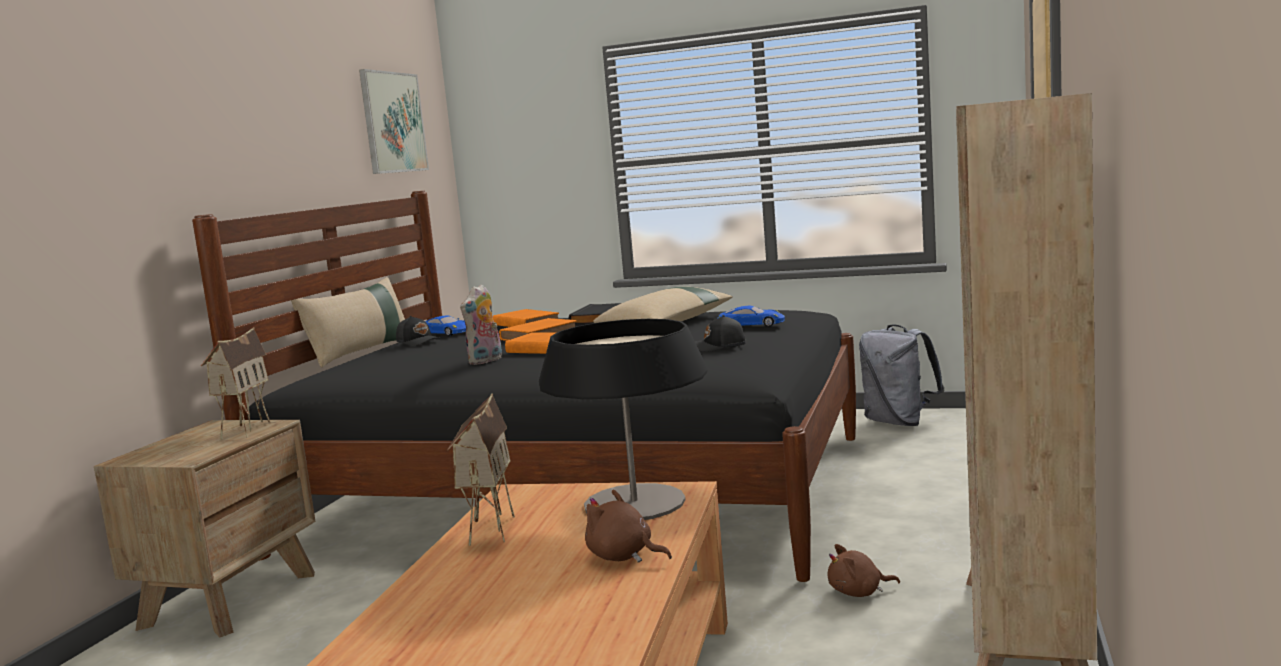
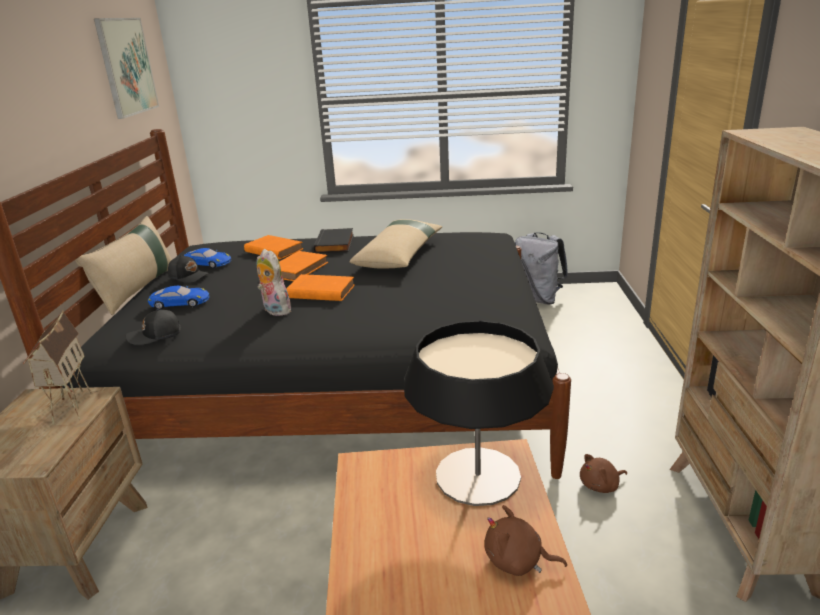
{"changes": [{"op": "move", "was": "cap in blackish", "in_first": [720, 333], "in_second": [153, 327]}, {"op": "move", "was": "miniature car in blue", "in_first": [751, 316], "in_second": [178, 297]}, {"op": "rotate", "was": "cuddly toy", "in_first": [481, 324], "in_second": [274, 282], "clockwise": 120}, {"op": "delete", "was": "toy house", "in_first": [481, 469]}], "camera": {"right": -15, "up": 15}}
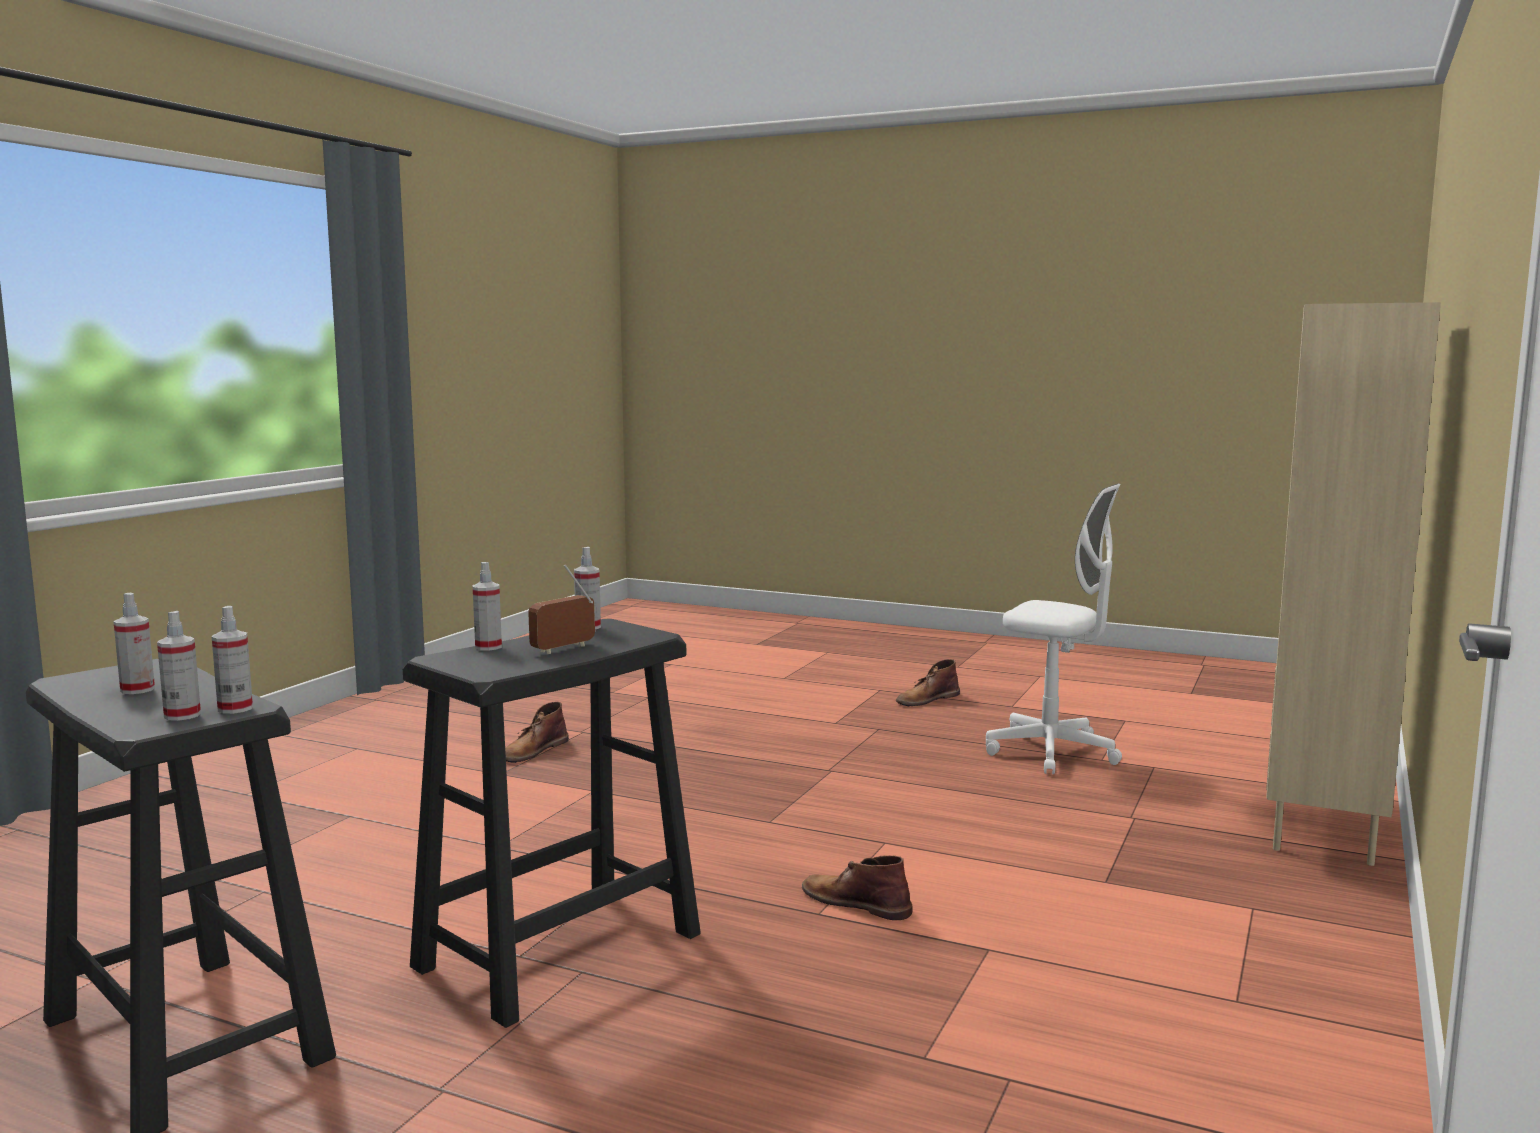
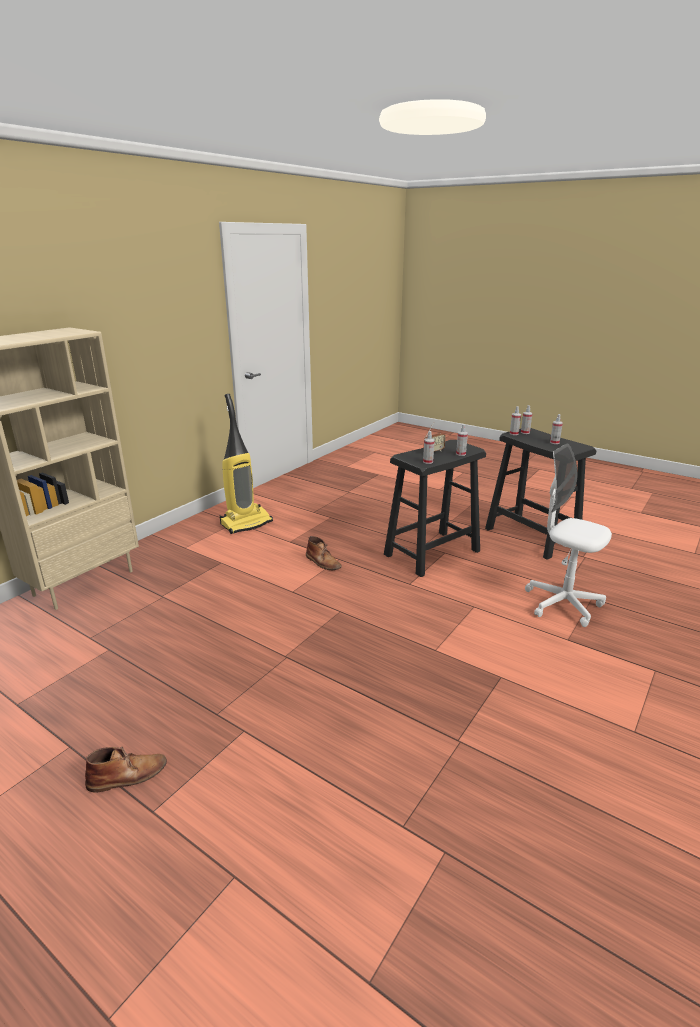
{"changes": [{"op": "insert", "now": "hoover", "in_second": [246, 464]}, {"op": "move", "was": "desk chair in whitish", "in_first": [1054, 629], "in_second": [568, 535]}, {"op": "delete", "was": "tall boot in brown-coloured", "in_first": [537, 732]}], "camera": {"right": -170, "up": 15}}
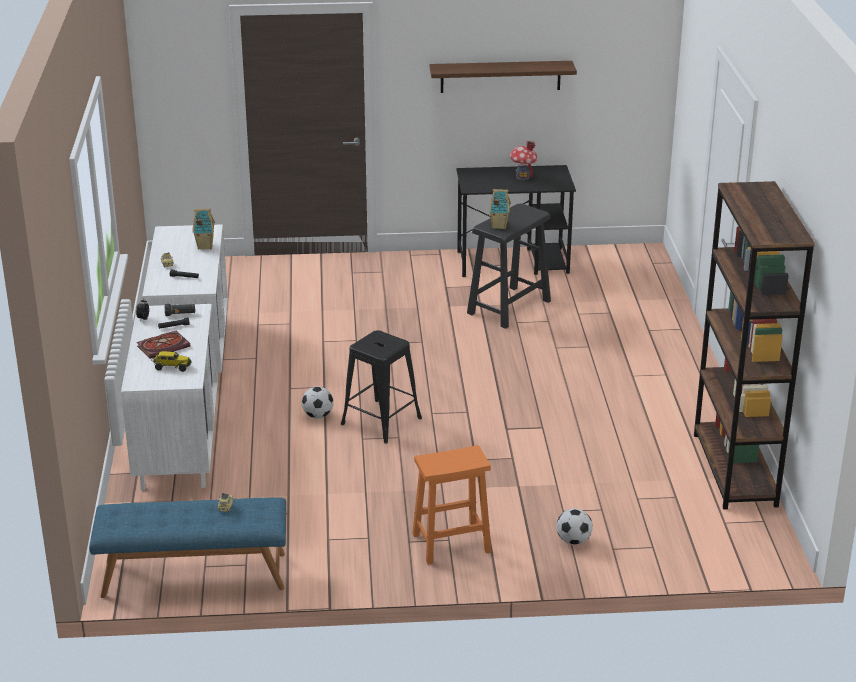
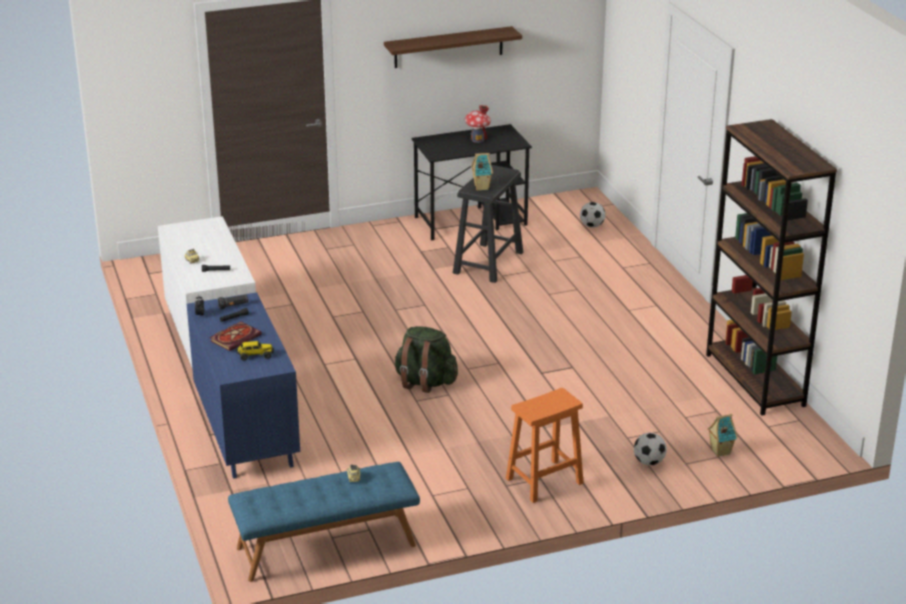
{"changes": [{"op": "recolor", "was": "dresser in whitish", "now": "dresser in blue", "in_first": [169, 397], "in_second": [243, 385]}, {"op": "replace", "was": "stool seat in blackish", "now": "rucksack in green", "in_first": [381, 387], "in_second": [426, 359]}, {"op": "move", "was": "football ball", "in_first": [318, 402], "in_second": [592, 215]}, {"op": "move", "was": "toy house", "in_first": [203, 229], "in_second": [722, 435]}], "camera": {"right": -15, "up": 0}}
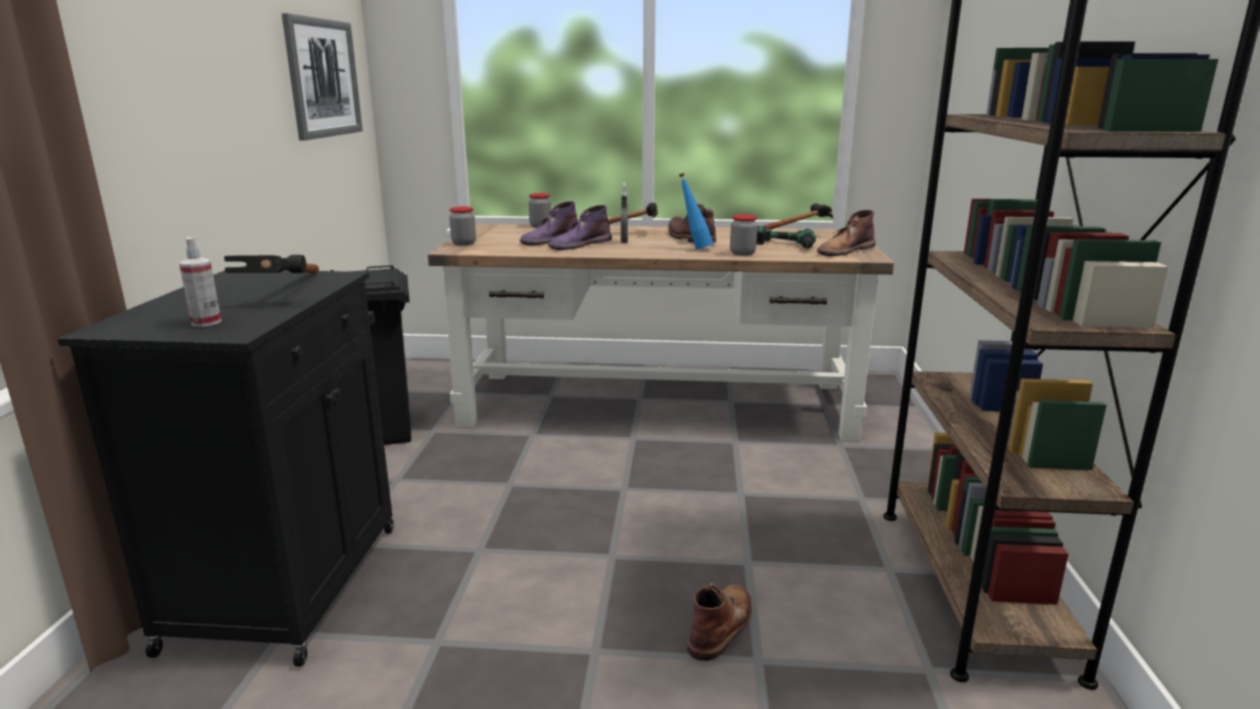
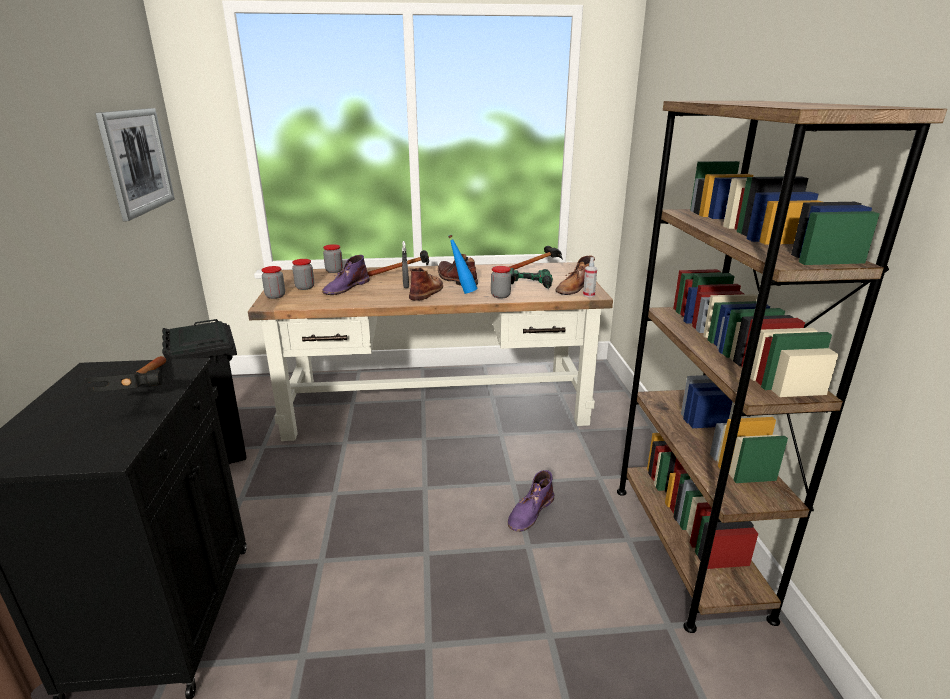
{"changes": [{"op": "insert", "now": "jar", "in_second": [303, 274]}, {"op": "move", "was": "tall boot in brown-coloured", "in_first": [719, 622], "in_second": [426, 284]}, {"op": "move", "was": "tall boot in purple-coloured", "in_first": [580, 227], "in_second": [531, 501]}, {"op": "move", "was": "spray bottle", "in_first": [200, 282], "in_second": [590, 277]}], "camera": {"right": -10, "up": 5}}
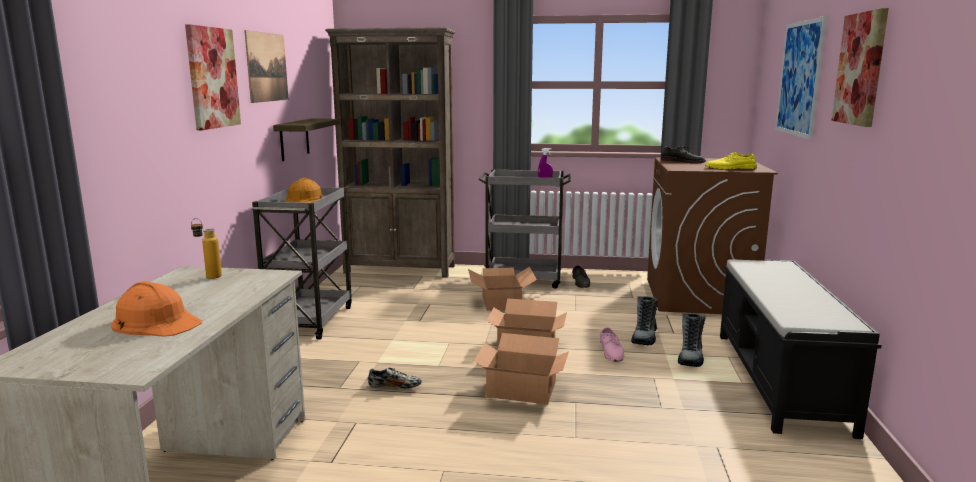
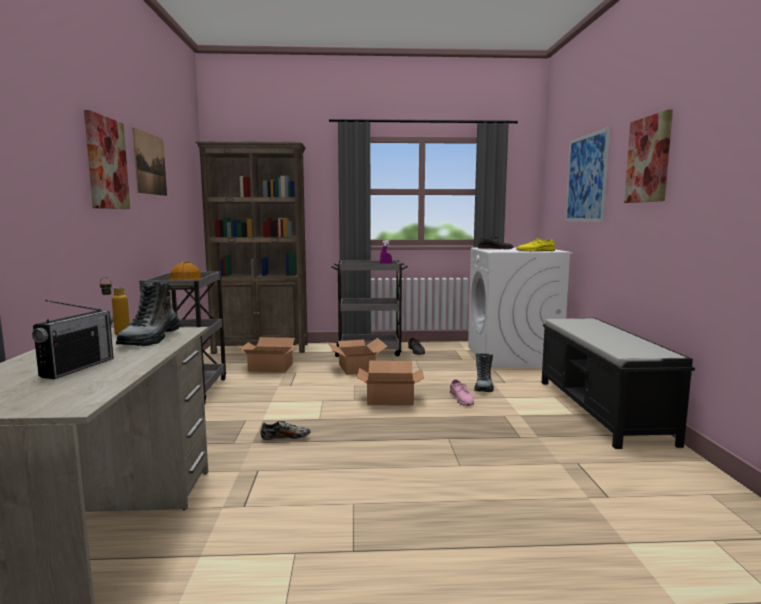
{"changes": [{"op": "replace", "was": "safety helmet in orange", "now": "radio receiver", "in_first": [156, 309], "in_second": [73, 339]}, {"op": "move", "was": "tall boot", "in_first": [691, 340], "in_second": [148, 313]}, {"op": "move", "was": "carton", "in_first": [521, 369], "in_second": [269, 354]}, {"op": "recolor", "was": "laundry appliance in brown-coloured", "now": "laundry appliance in whitish", "in_first": [712, 236], "in_second": [520, 307]}, {"op": "delete", "was": "wall shelf", "in_first": [306, 140]}], "camera": {"right": -10, "up": -5}}
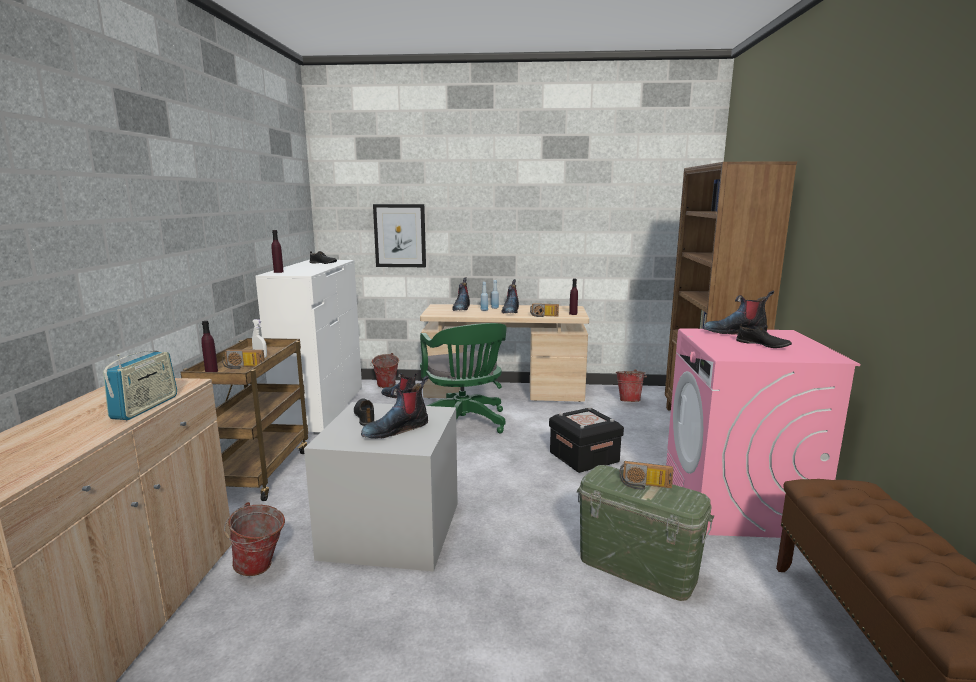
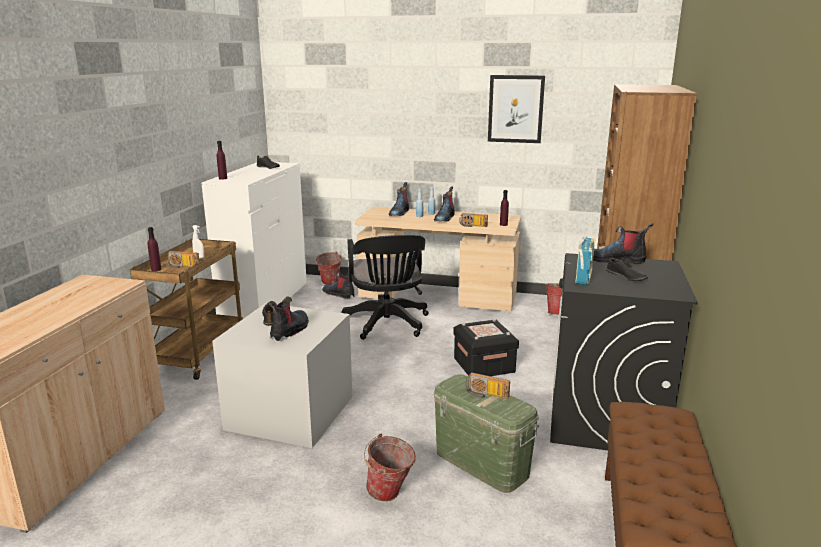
{"changes": [{"op": "rotate", "was": "tall boot", "in_first": [395, 407], "in_second": [289, 318], "clockwise": 135}, {"op": "recolor", "was": "desk chair in green", "now": "desk chair in blackish", "in_first": [463, 378], "in_second": [385, 287]}, {"op": "move", "was": "water bucket", "in_first": [254, 539], "in_second": [390, 467]}, {"op": "move", "was": "wall picture", "in_first": [399, 235], "in_second": [516, 109]}, {"op": "recolor", "was": "laundry appliance in pink", "now": "laundry appliance in blackish", "in_first": [763, 433], "in_second": [624, 351]}, {"op": "move", "was": "radio receiver", "in_first": [140, 385], "in_second": [585, 261]}], "camera": {"right": 10, "up": 5}}
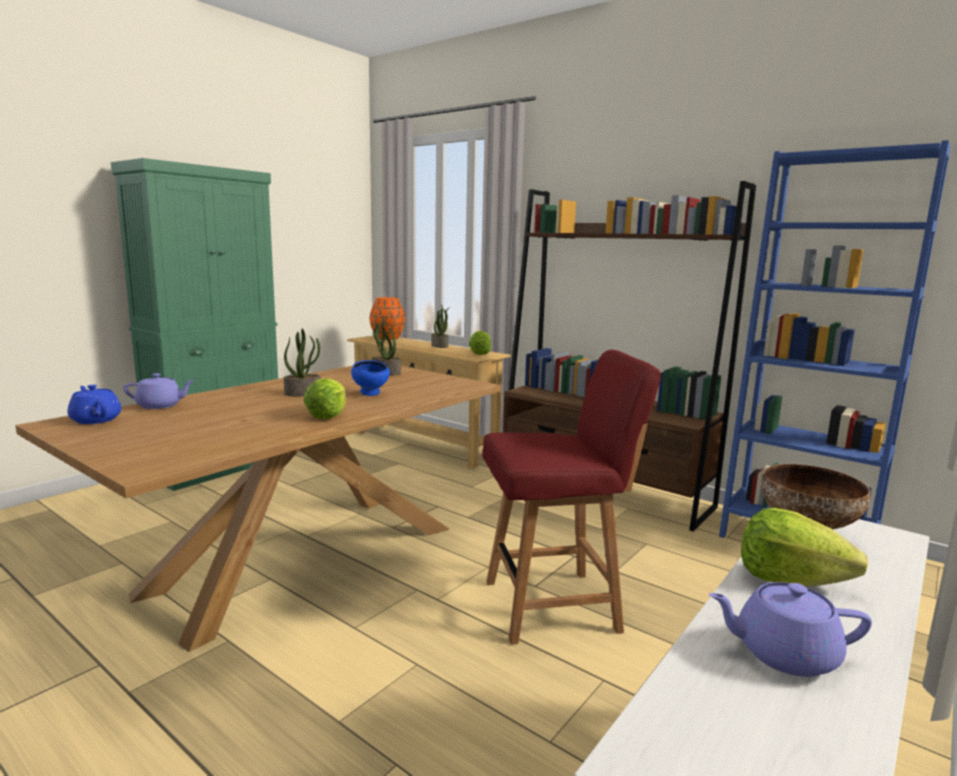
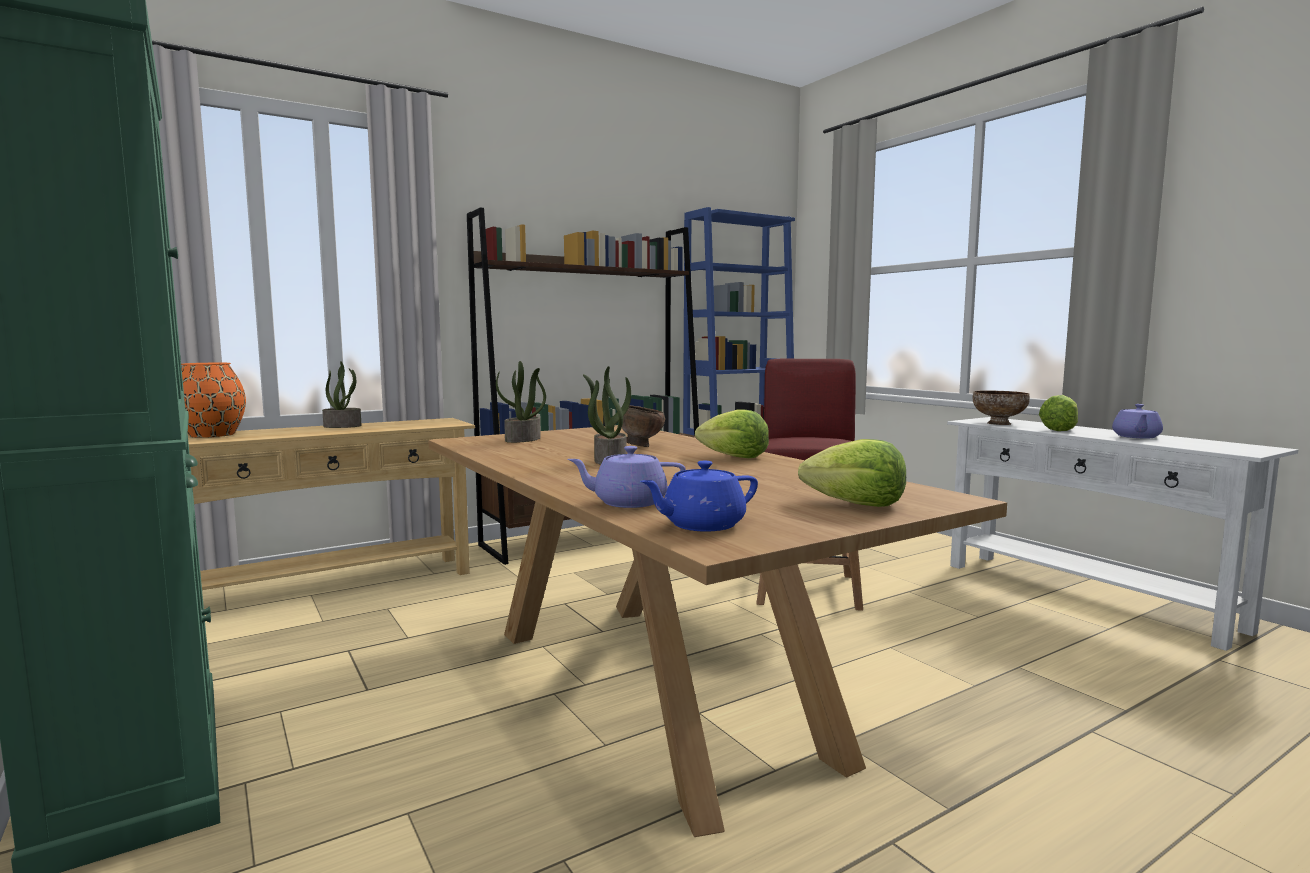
{"changes": [{"op": "rotate", "was": "tea pot in purple-coloured", "in_first": [159, 391], "in_second": [627, 477], "clockwise": -105}, {"op": "recolor", "was": "deep dish in blue", "now": "deep dish in brown-coloured", "in_first": [370, 378], "in_second": [643, 426]}, {"op": "move", "was": "lettuce", "in_first": [480, 342], "in_second": [852, 473]}], "camera": {"right": -70, "up": -5}}
